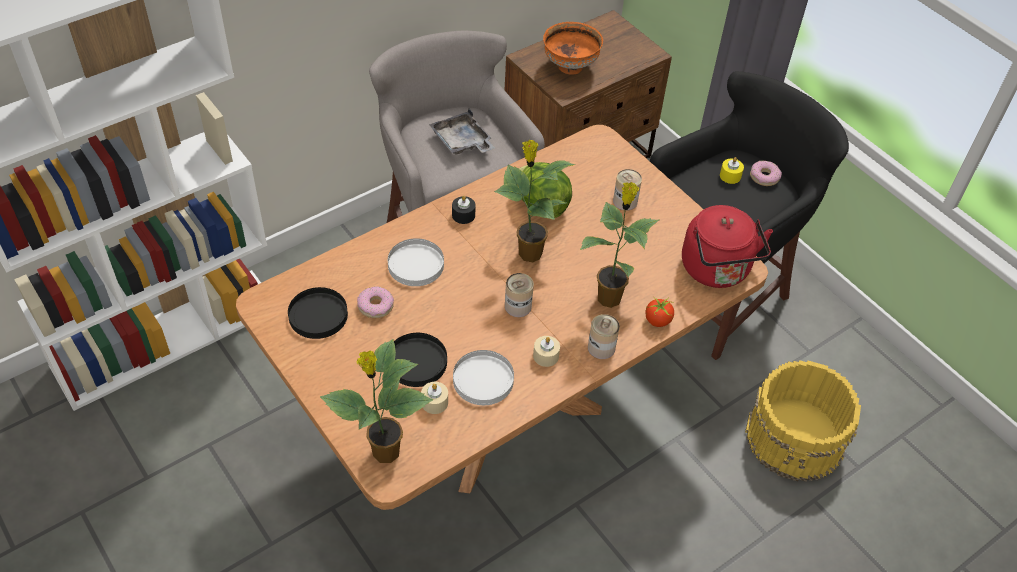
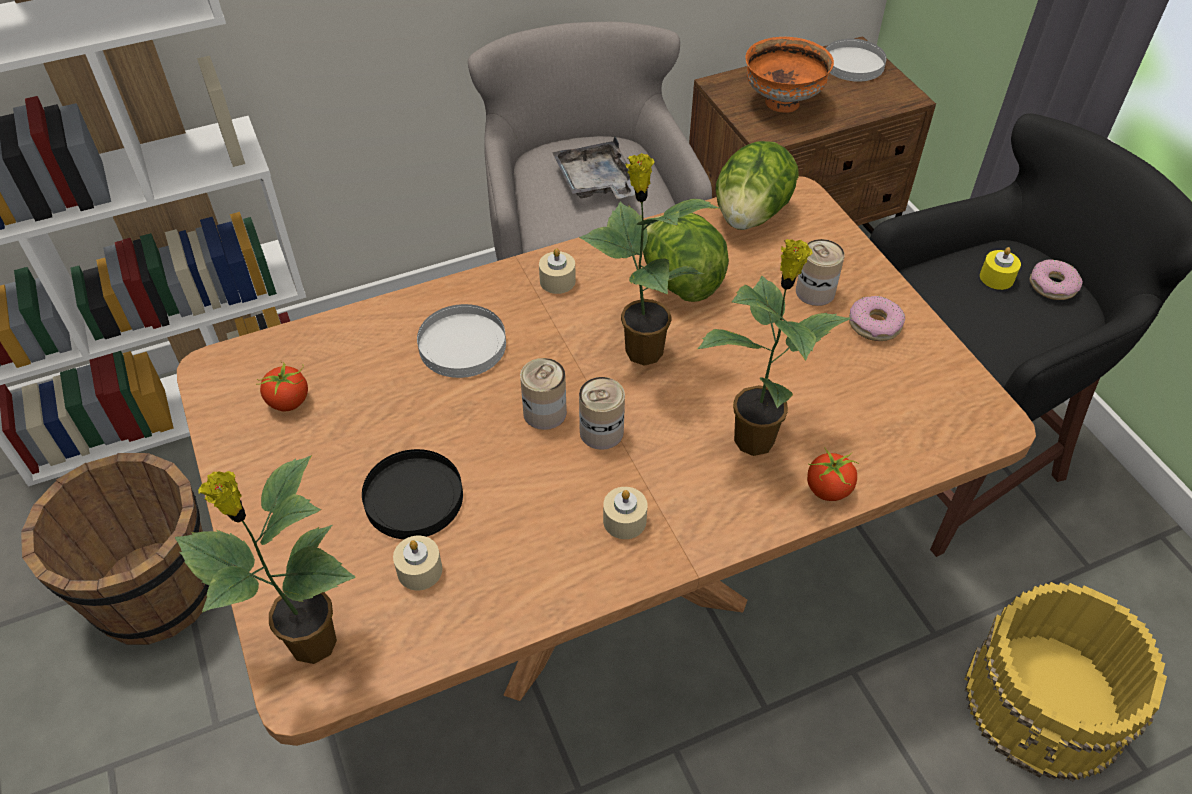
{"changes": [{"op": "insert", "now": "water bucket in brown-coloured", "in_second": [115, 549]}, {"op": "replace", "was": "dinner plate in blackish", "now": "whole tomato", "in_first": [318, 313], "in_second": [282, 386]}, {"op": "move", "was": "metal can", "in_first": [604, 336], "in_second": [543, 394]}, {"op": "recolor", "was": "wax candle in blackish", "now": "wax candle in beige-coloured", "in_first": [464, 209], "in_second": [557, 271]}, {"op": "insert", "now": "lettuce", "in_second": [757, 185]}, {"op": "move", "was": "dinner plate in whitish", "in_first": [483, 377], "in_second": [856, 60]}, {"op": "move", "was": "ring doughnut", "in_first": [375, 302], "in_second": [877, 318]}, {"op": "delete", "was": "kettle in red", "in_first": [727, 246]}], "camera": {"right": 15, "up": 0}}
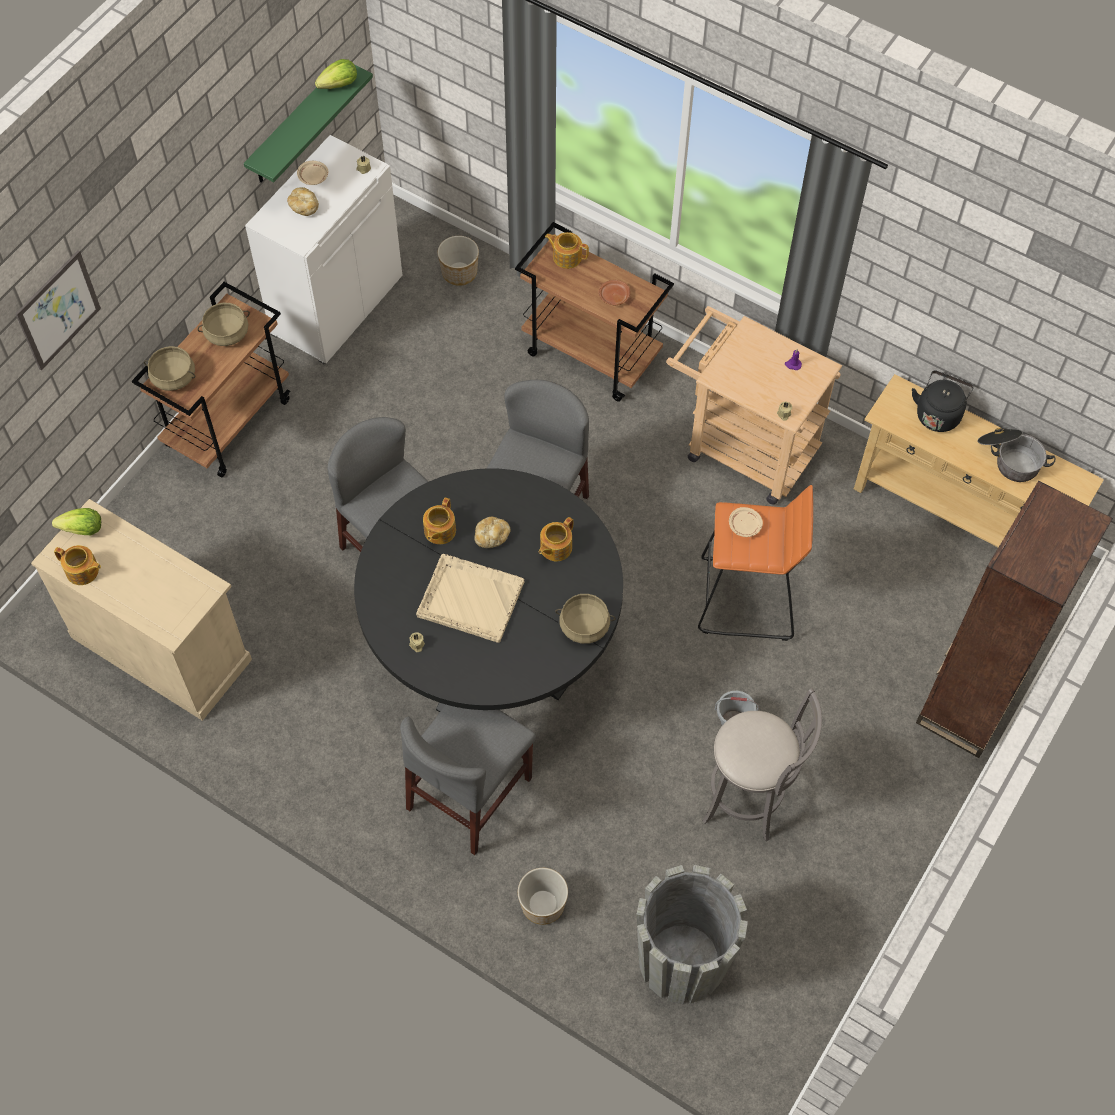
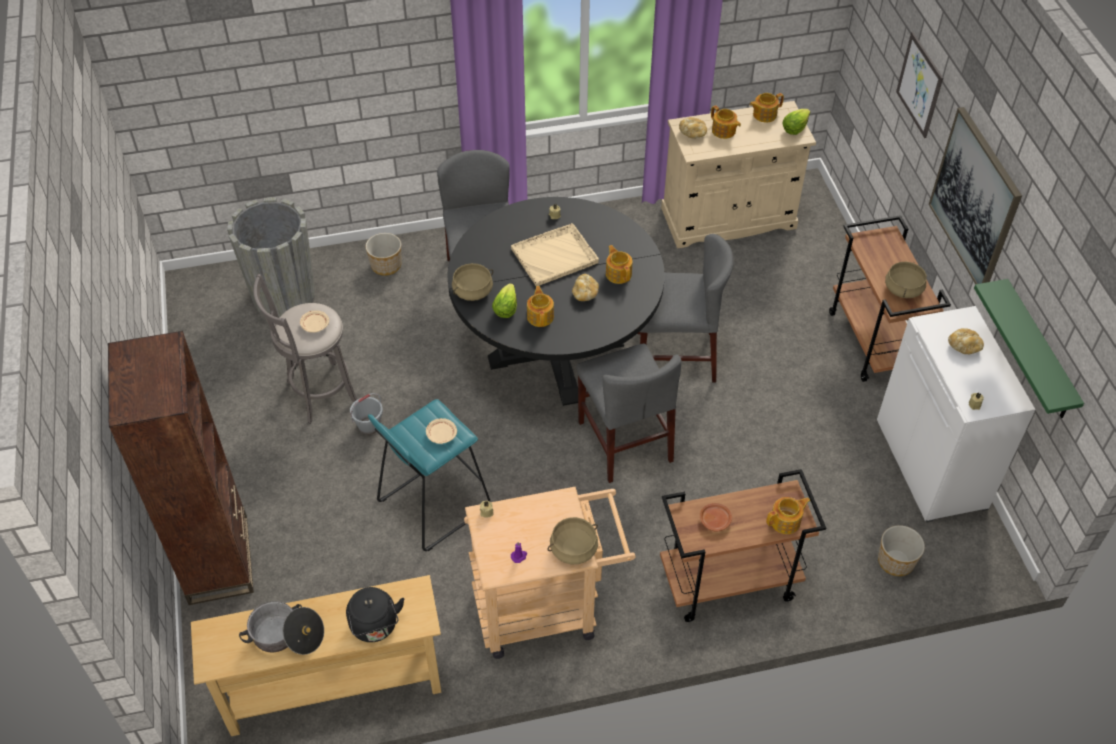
{"changes": [{"op": "move", "was": "dinner plate in beige-coloured", "in_first": [312, 173], "in_second": [314, 321]}, {"op": "recolor", "was": "stool seat in orange", "now": "stool seat in turquoise", "in_first": [755, 563], "in_second": [429, 475]}, {"op": "move", "was": "lettuce", "in_first": [336, 74], "in_second": [504, 300]}, {"op": "move", "was": "cooking pot in beige-coloured", "in_first": [169, 368], "in_second": [572, 540]}, {"op": "insert", "now": "baked bread", "in_second": [693, 128]}, {"op": "insert", "now": "tea pot", "in_second": [726, 122]}, {"op": "insert", "now": "wall picture", "in_second": [975, 195]}], "camera": {"right": 135, "up": -10}}
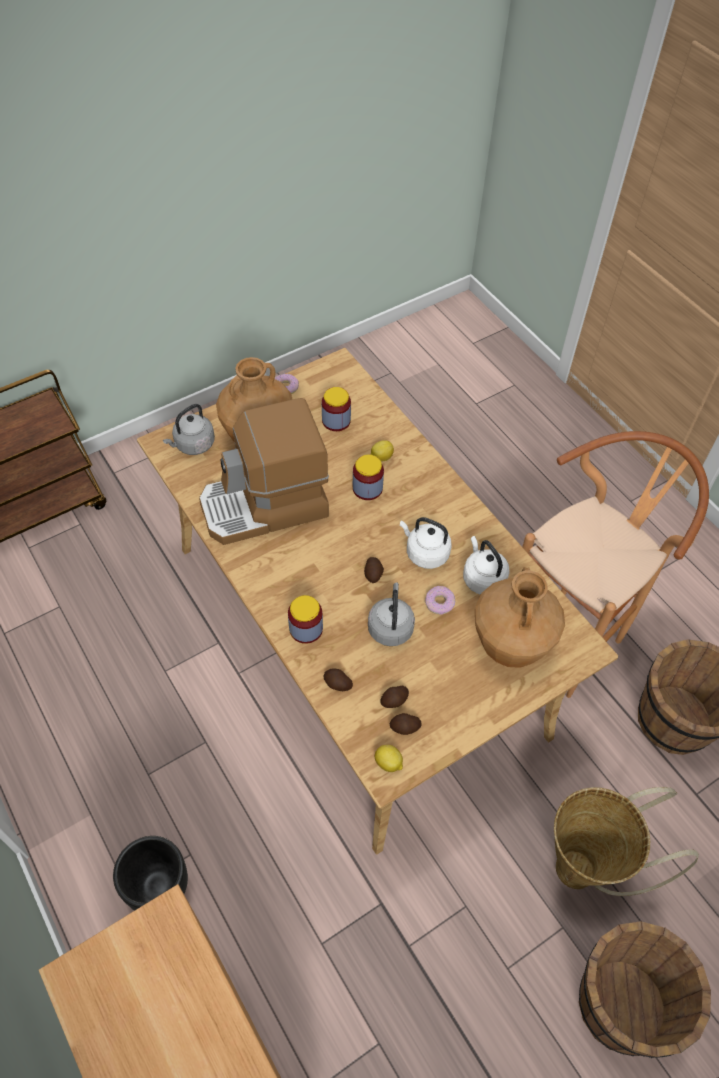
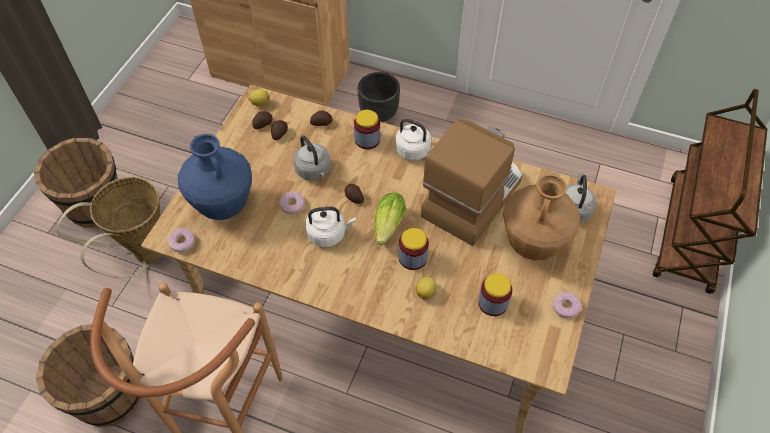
{"changes": [{"op": "insert", "now": "ring doughnut", "in_second": [181, 240]}, {"op": "recolor", "was": "vase in brown-coloured", "now": "vase in blue", "in_first": [520, 617], "in_second": [215, 177]}, {"op": "insert", "now": "lettuce", "in_second": [390, 219]}, {"op": "move", "was": "kettle in whitish", "in_first": [486, 565], "in_second": [415, 139]}], "camera": {"right": 145, "up": 0}}
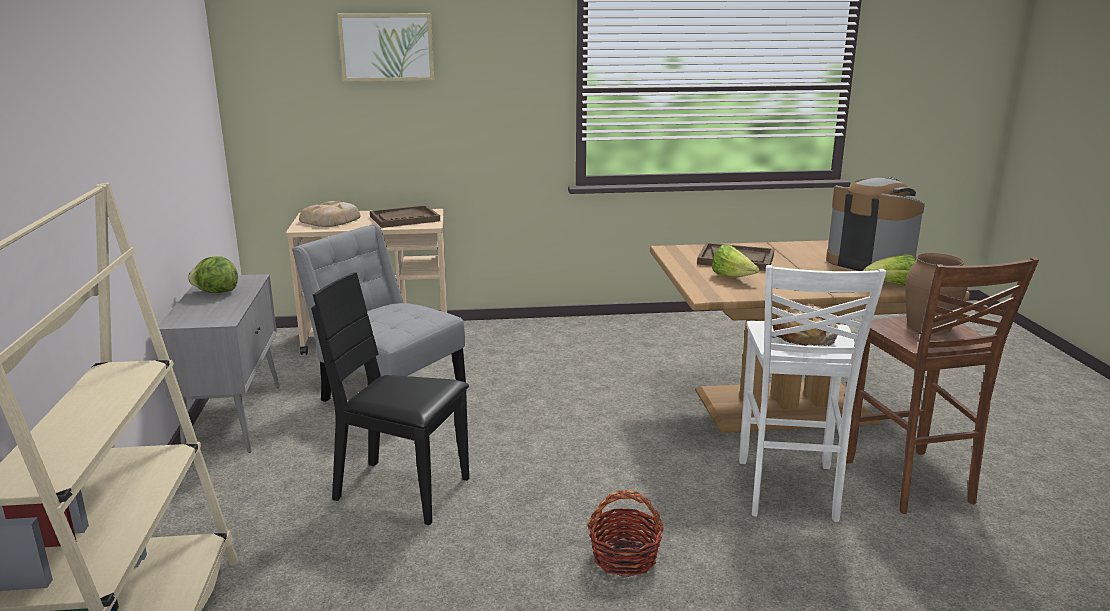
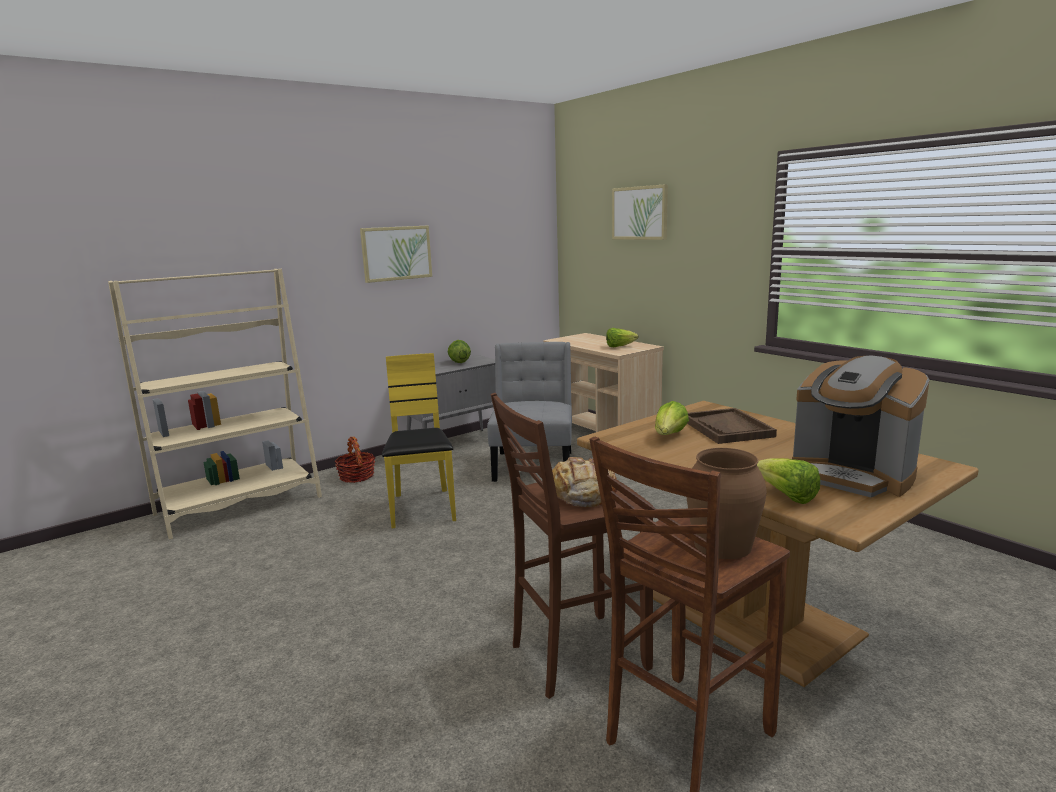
{"changes": [{"op": "move", "was": "basket", "in_first": [625, 533], "in_second": [355, 460]}, {"op": "insert", "now": "wall picture", "in_second": [396, 254]}, {"op": "recolor", "was": "plain chair in blackish", "now": "plain chair in yellow", "in_first": [390, 398], "in_second": [419, 440]}, {"op": "recolor", "was": "stool seat in whitish", "now": "stool seat in brown-coloured", "in_first": [812, 393], "in_second": [572, 546]}, {"op": "replace", "was": "carrying tray in brown-coloured", "now": "lettuce", "in_first": [405, 216], "in_second": [622, 337]}, {"op": "rotate", "was": "coffee brewer", "in_first": [875, 224], "in_second": [861, 426], "clockwise": 120}, {"op": "delete", "was": "baked bread", "in_first": [329, 214]}], "camera": {"right": 60, "up": -5}}
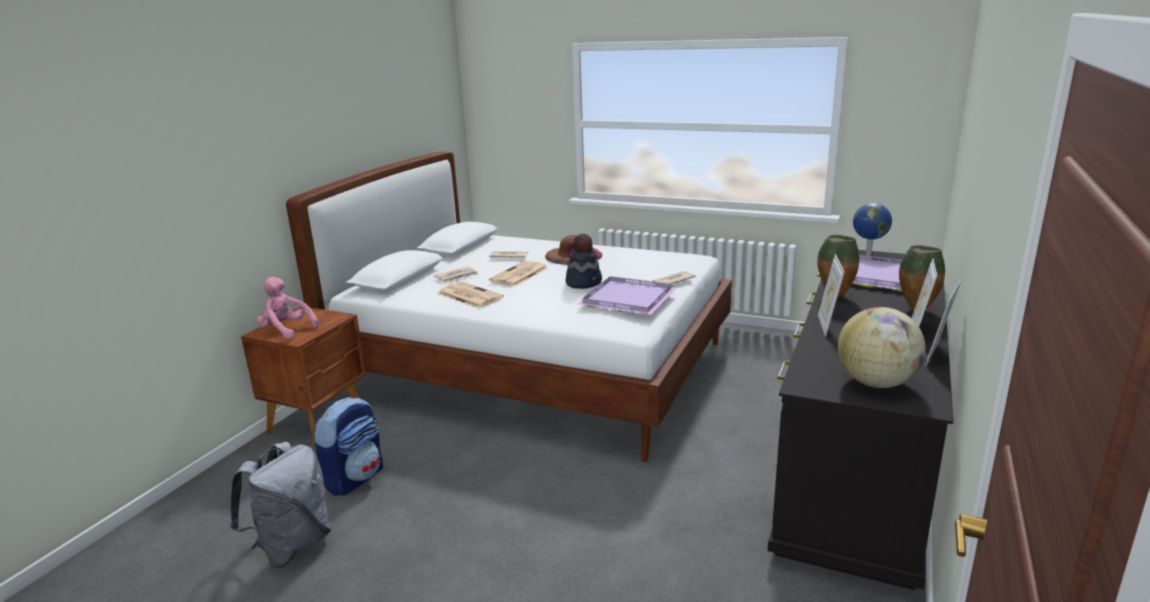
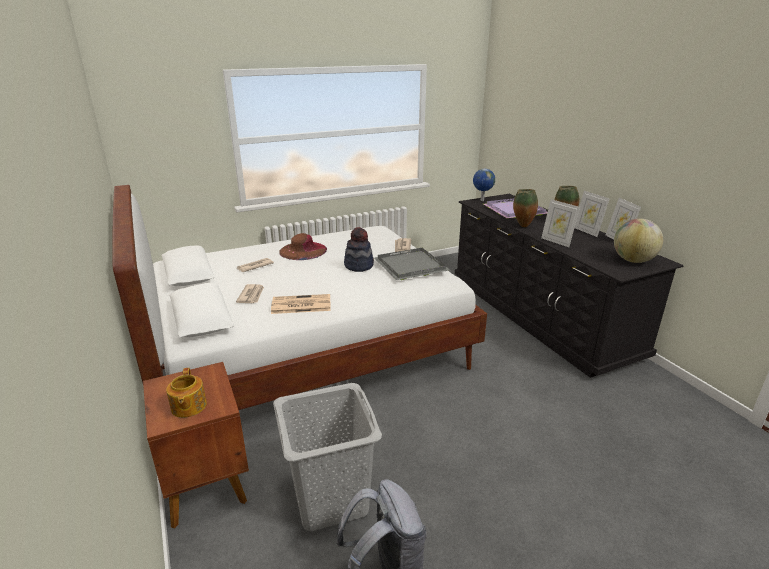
{"changes": [{"op": "replace", "was": "cuddly toy in pink", "now": "tea pot", "in_first": [287, 308], "in_second": [186, 393]}, {"op": "replace", "was": "rucksack", "now": "washing basket in gray", "in_first": [348, 446], "in_second": [327, 457]}, {"op": "recolor", "was": "carrying tray in purple-coloured", "now": "carrying tray in gray", "in_first": [627, 295], "in_second": [412, 264]}, {"op": "delete", "was": "newspaper", "in_first": [518, 273]}], "camera": {"right": -50, "up": 5}}
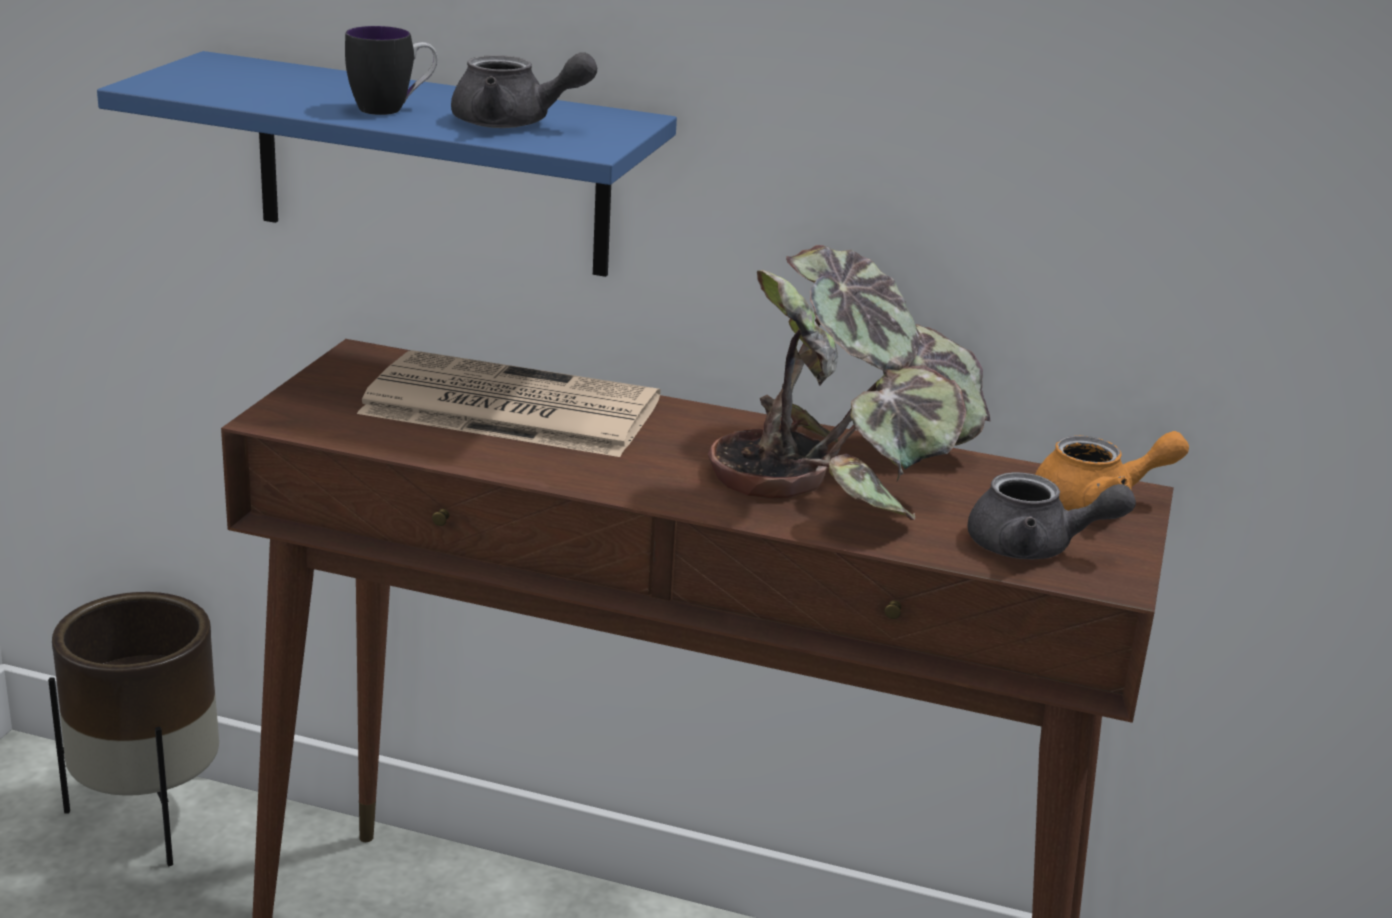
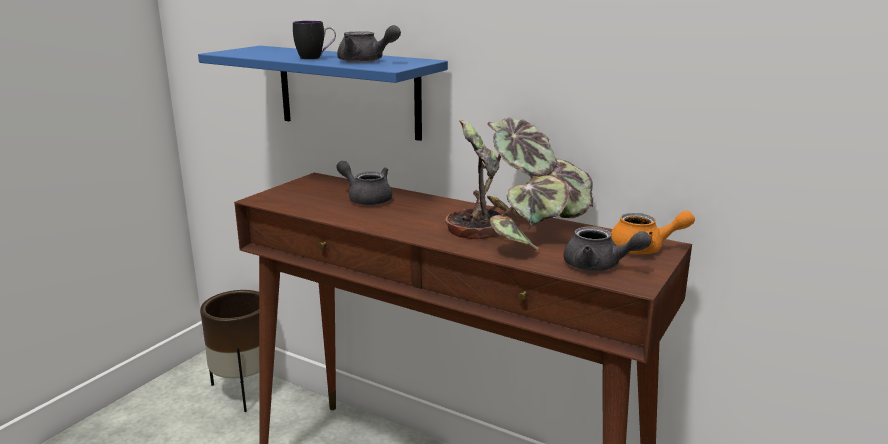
{"changes": [{"op": "replace", "was": "newspaper", "now": "tea pot in gray", "in_first": [508, 403], "in_second": [364, 183]}], "camera": {"right": 15, "up": -5}}
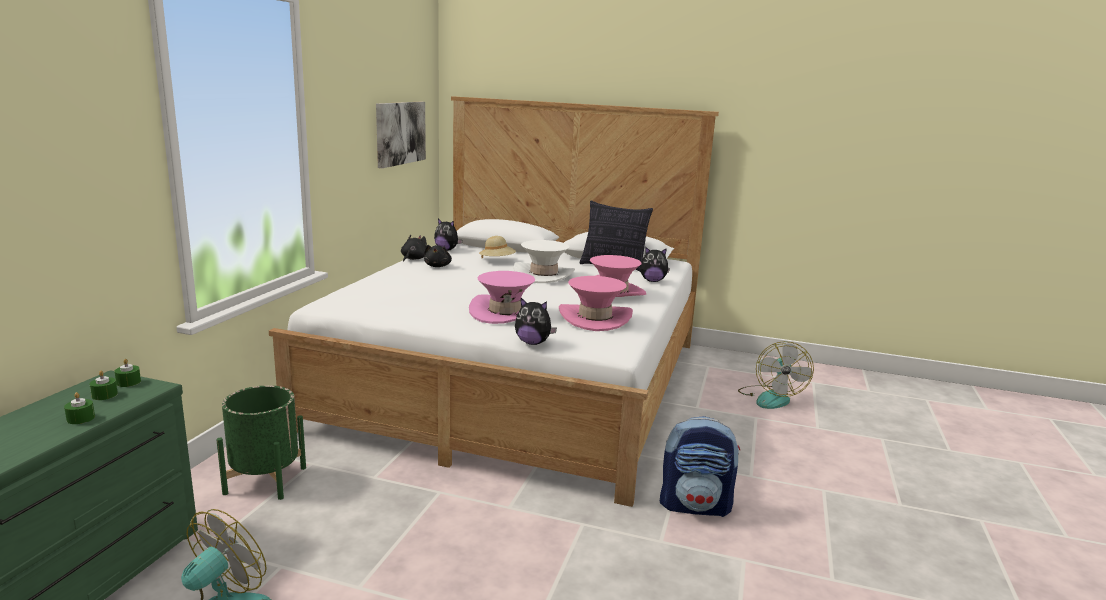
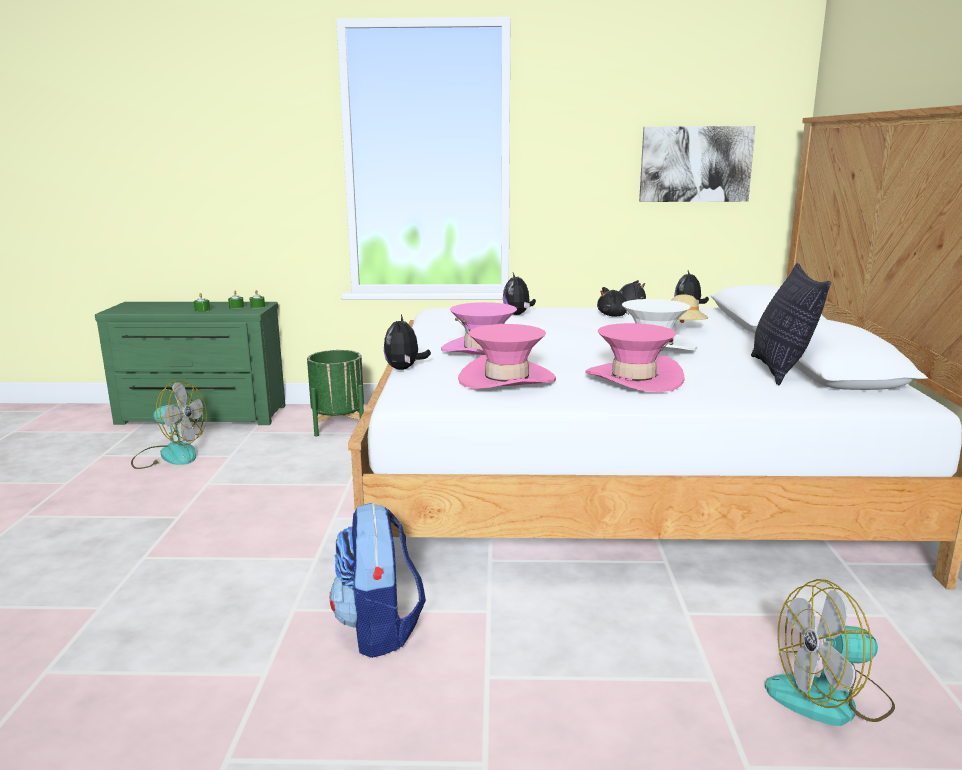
{"changes": [{"op": "move", "was": "cuddly toy", "in_first": [655, 264], "in_second": [519, 294]}], "camera": {"right": 75, "up": 0}}
